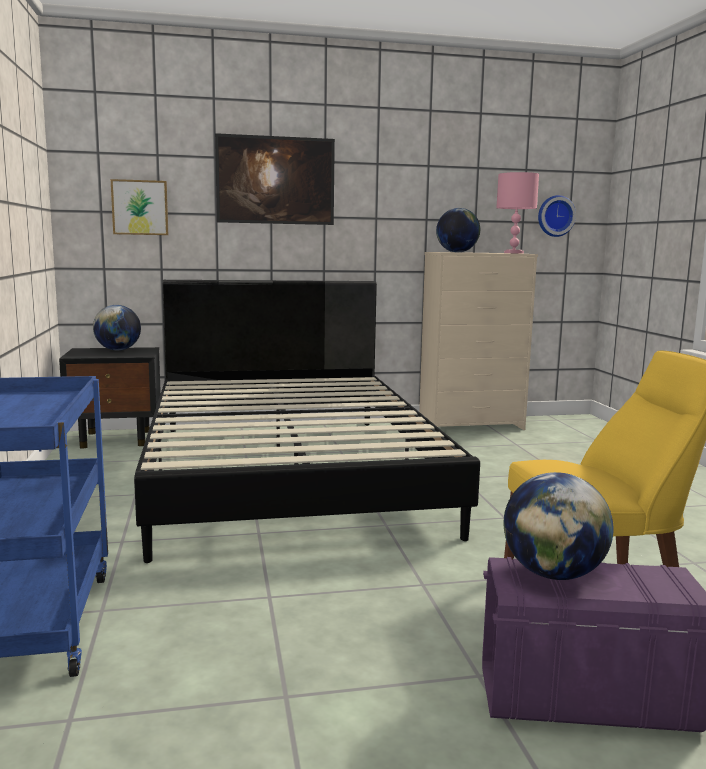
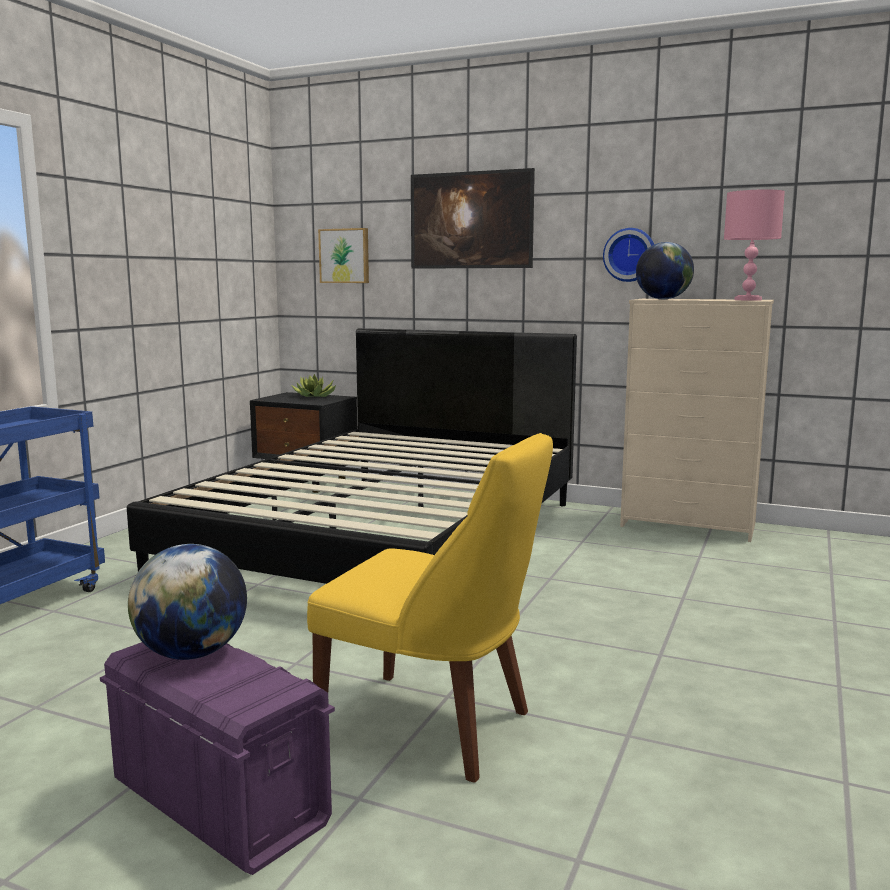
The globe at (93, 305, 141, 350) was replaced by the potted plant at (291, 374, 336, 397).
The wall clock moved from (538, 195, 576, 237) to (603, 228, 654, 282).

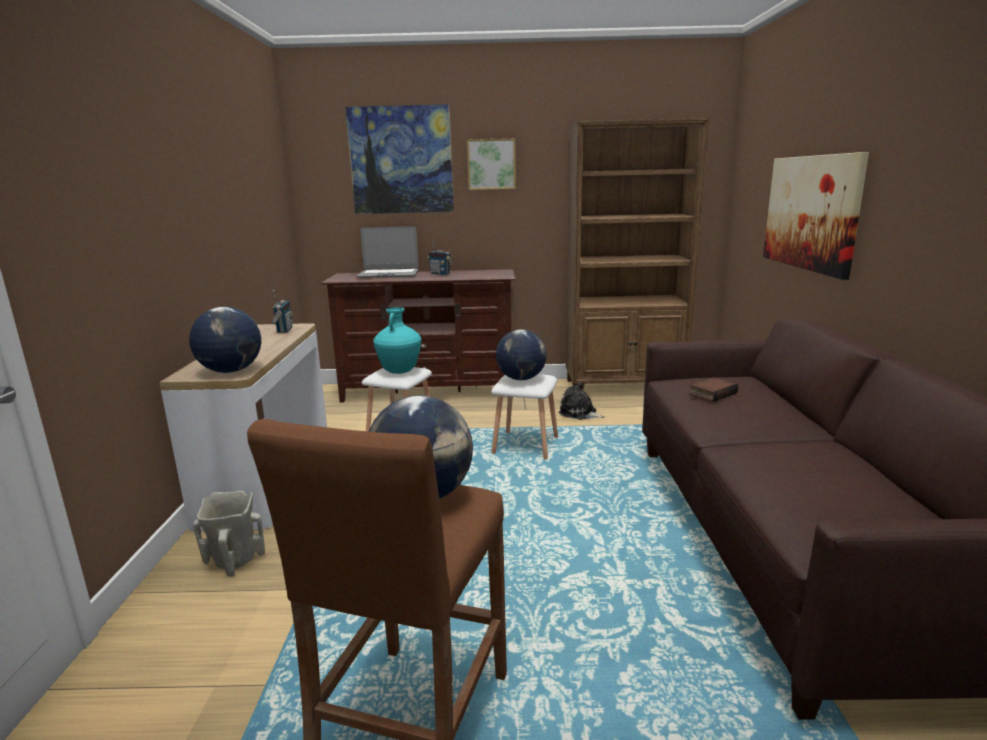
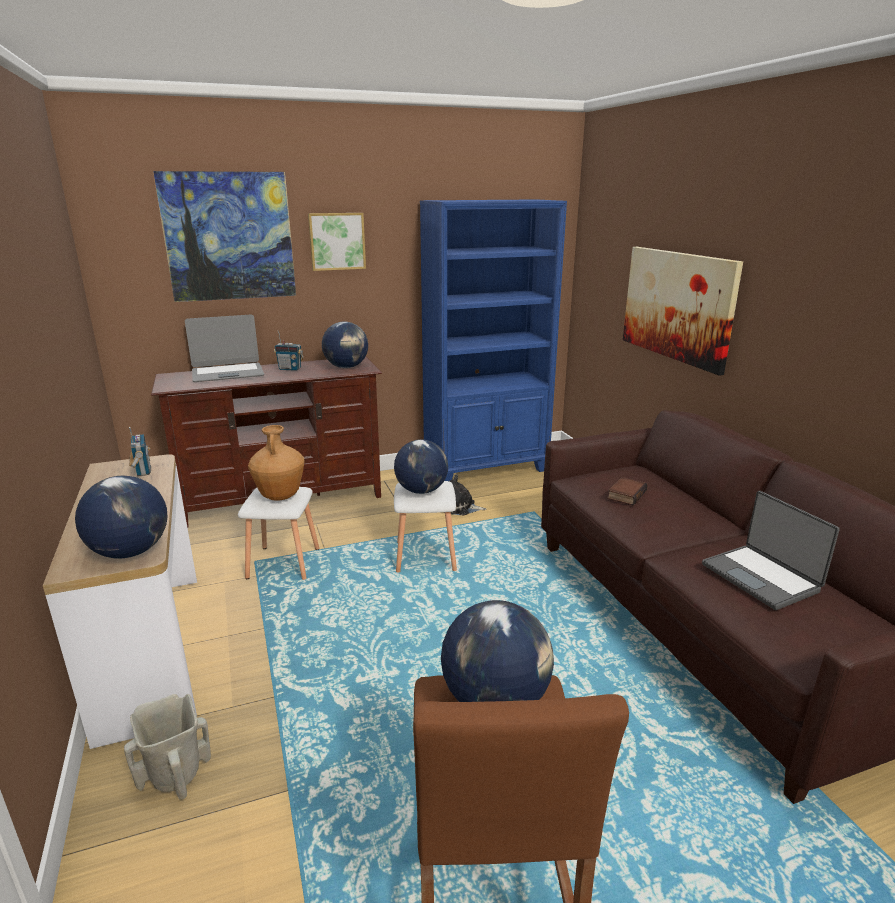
The turquoise vase at (373, 307, 422, 374) became the brown vase at (248, 425, 304, 501).
The brown bookcase at (566, 118, 709, 390) became the blue bookcase at (420, 199, 567, 481).
The globe at (322, 321, 368, 368) appeared.
The laptop at (702, 491, 839, 610) appeared.

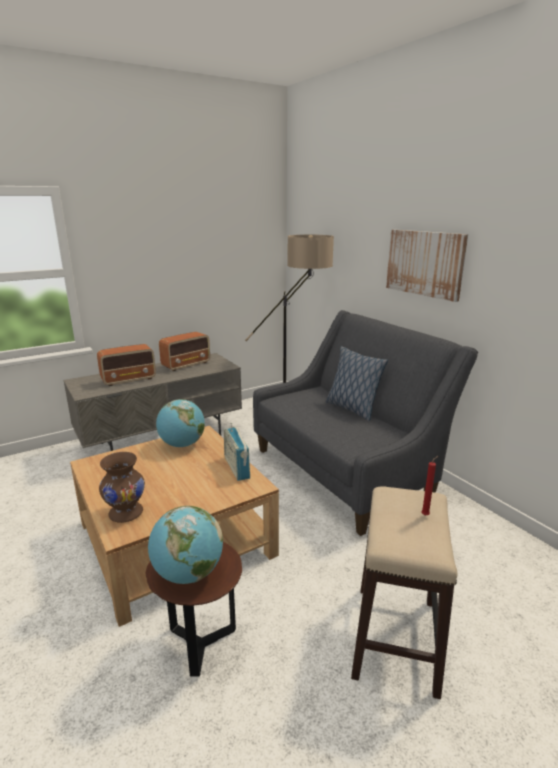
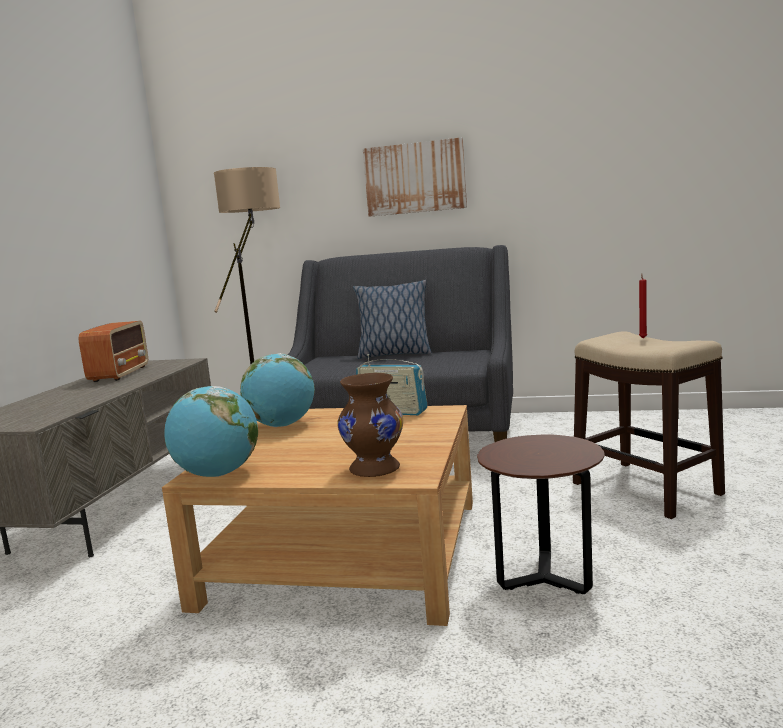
The radio at (97, 344, 156, 386) disappeared.
The globe moved from (148, 506, 223, 584) to (164, 386, 258, 477).

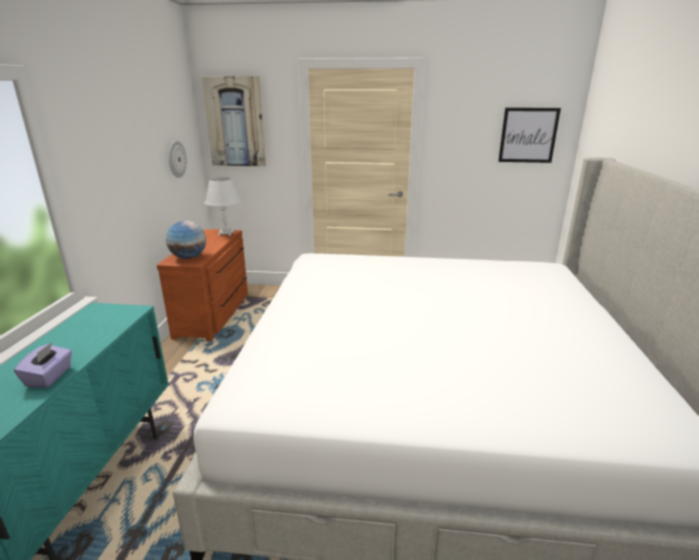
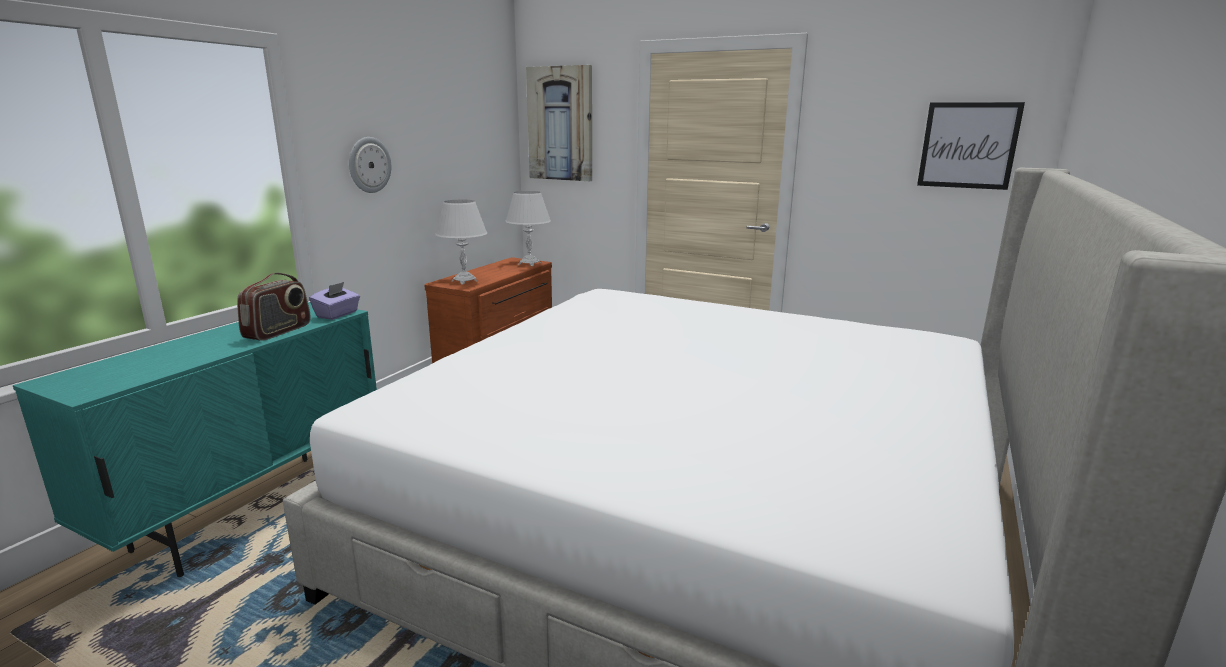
The purple tissue box moved from (14, 342, 72, 388) to (309, 282, 360, 320).
The globe at (166, 220, 206, 259) was replaced by the white table lamp at (435, 200, 487, 284).
The wall clock moved from (169, 141, 187, 178) to (349, 137, 391, 193).
The radio at (237, 273, 311, 341) appeared.

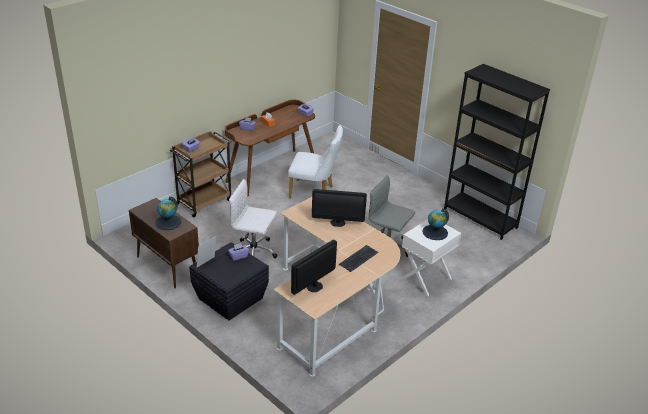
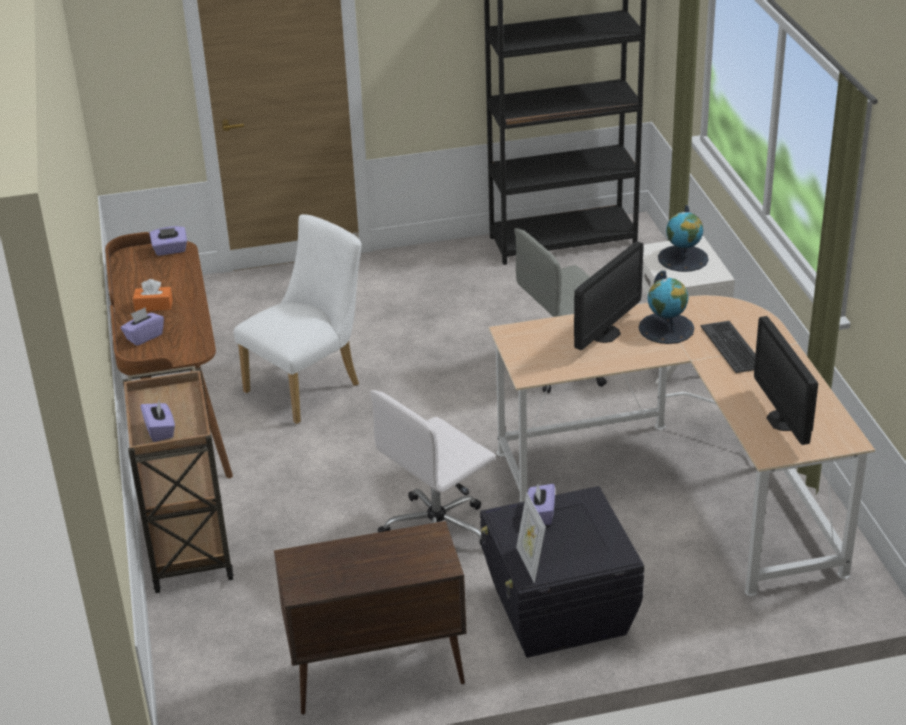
The globe moved from (155, 197, 181, 230) to (639, 271, 695, 344).

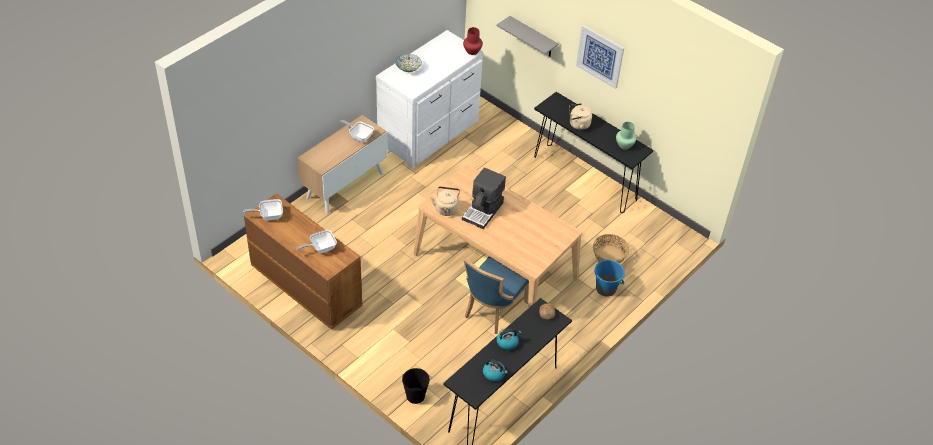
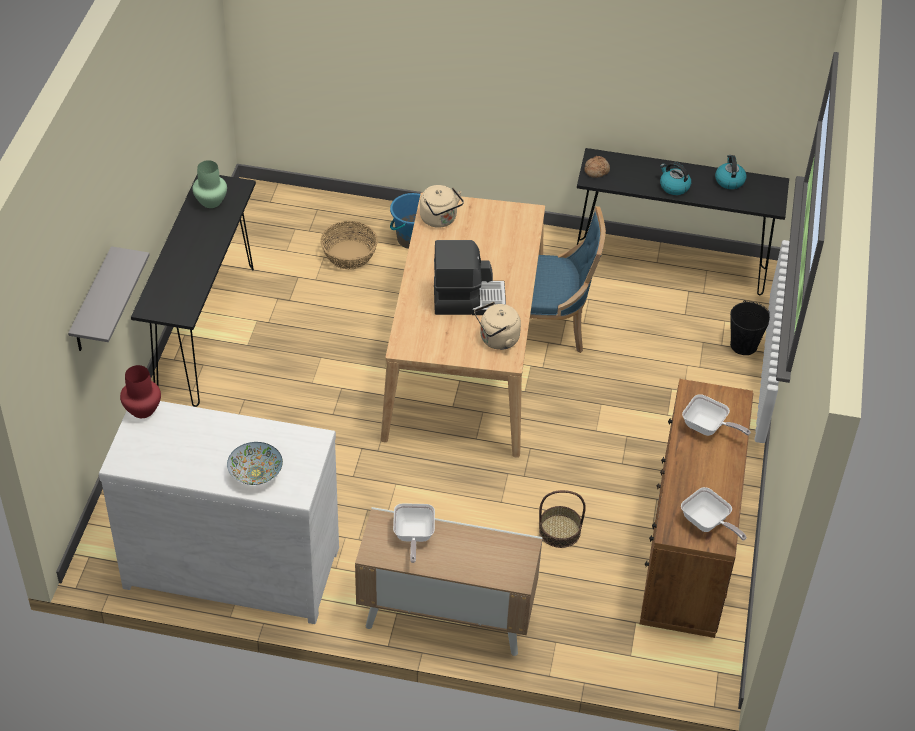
The beige kettle moved from (569, 103, 592, 130) to (420, 185, 464, 228).
The picture at (576, 25, 624, 89) disappeared.
The basket at (539, 490, 586, 548) appeared.

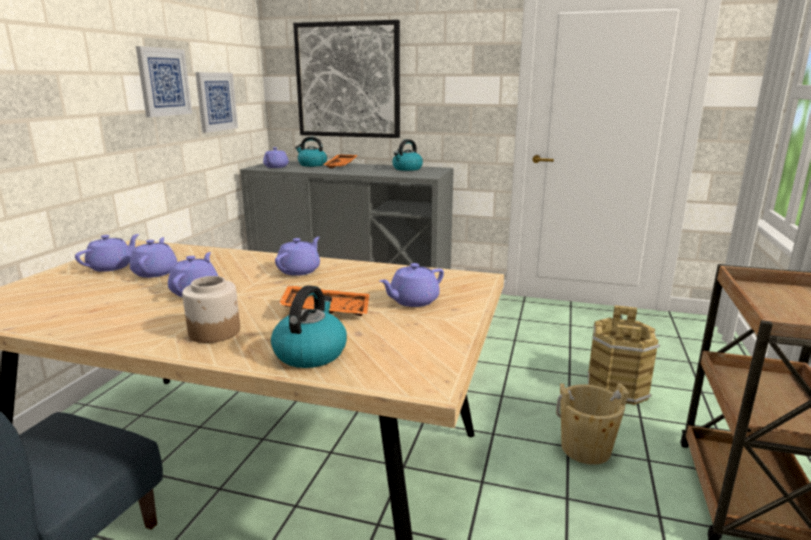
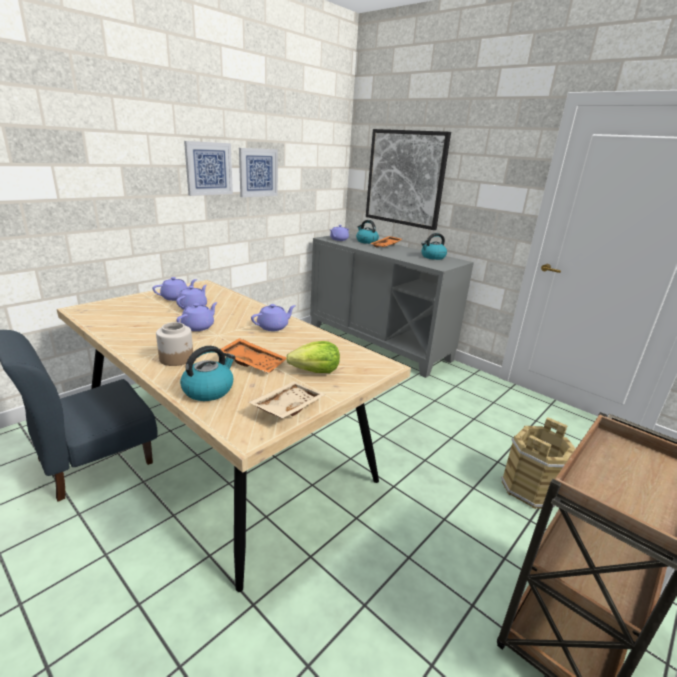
The picture moved from (195, 72, 238, 133) to (184, 141, 233, 196).
The purple teapot at (379, 263, 444, 307) was replaced by the lettuce at (286, 341, 340, 373).
The beige bucket at (556, 383, 629, 465) disappeared.
The beige tray at (249, 381, 325, 418) appeared.

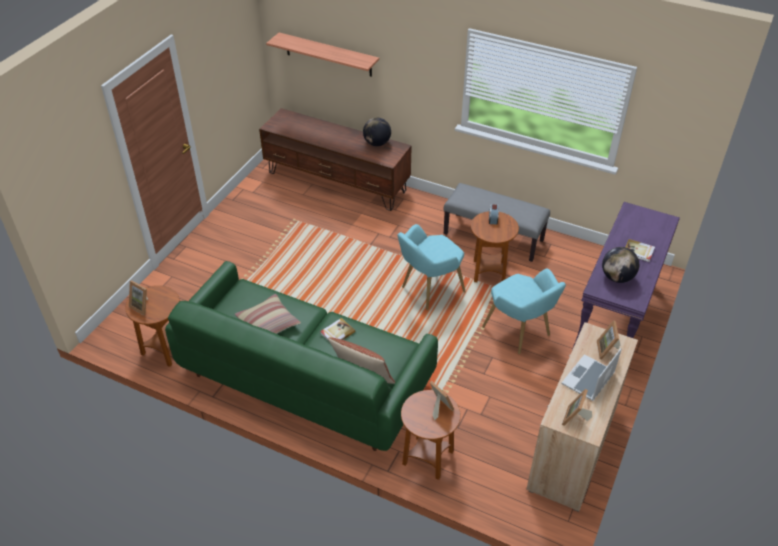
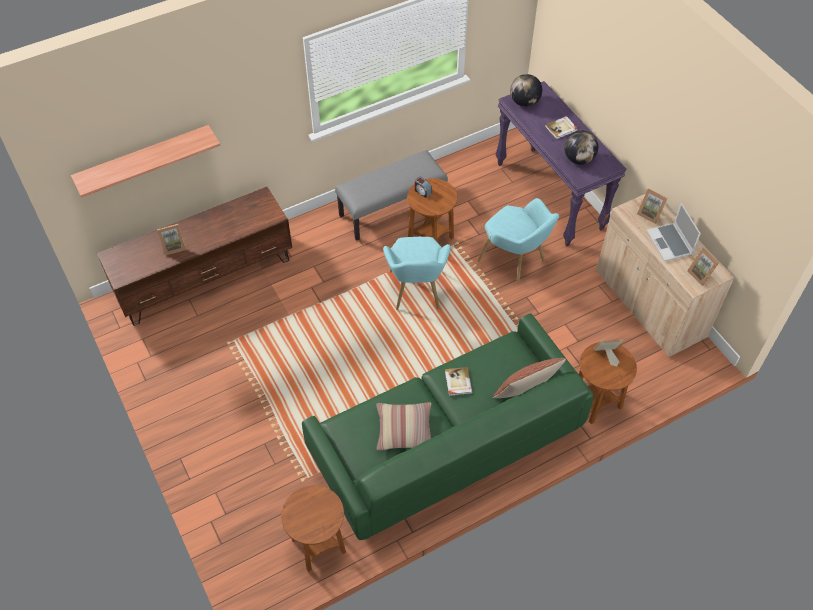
The picture frame moved from (129, 280, 148, 315) to (157, 224, 186, 256).
The globe moved from (363, 118, 391, 146) to (510, 74, 542, 107).
The turquoise armchair at (482, 269, 566, 354) turned 45 degrees clockwise.

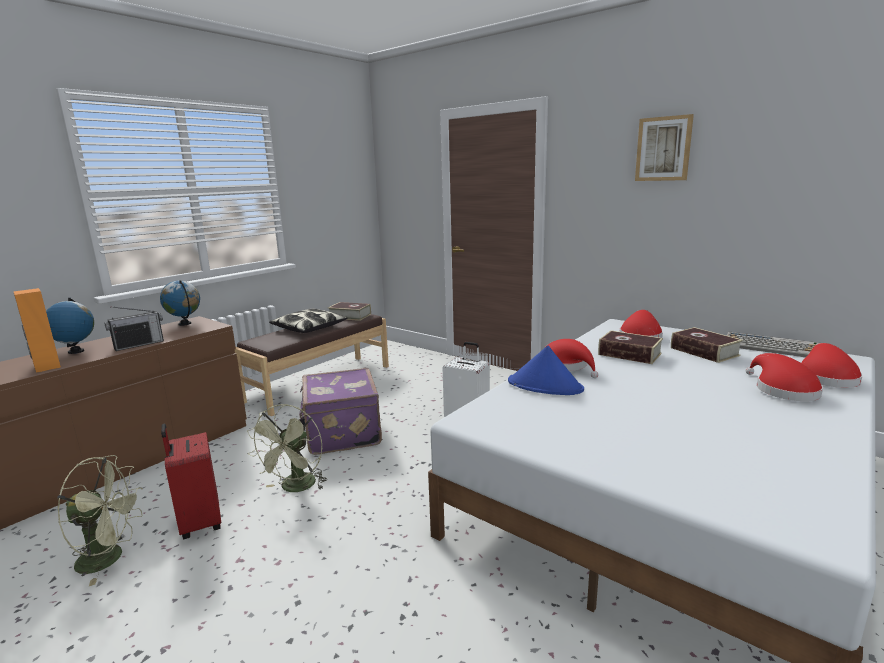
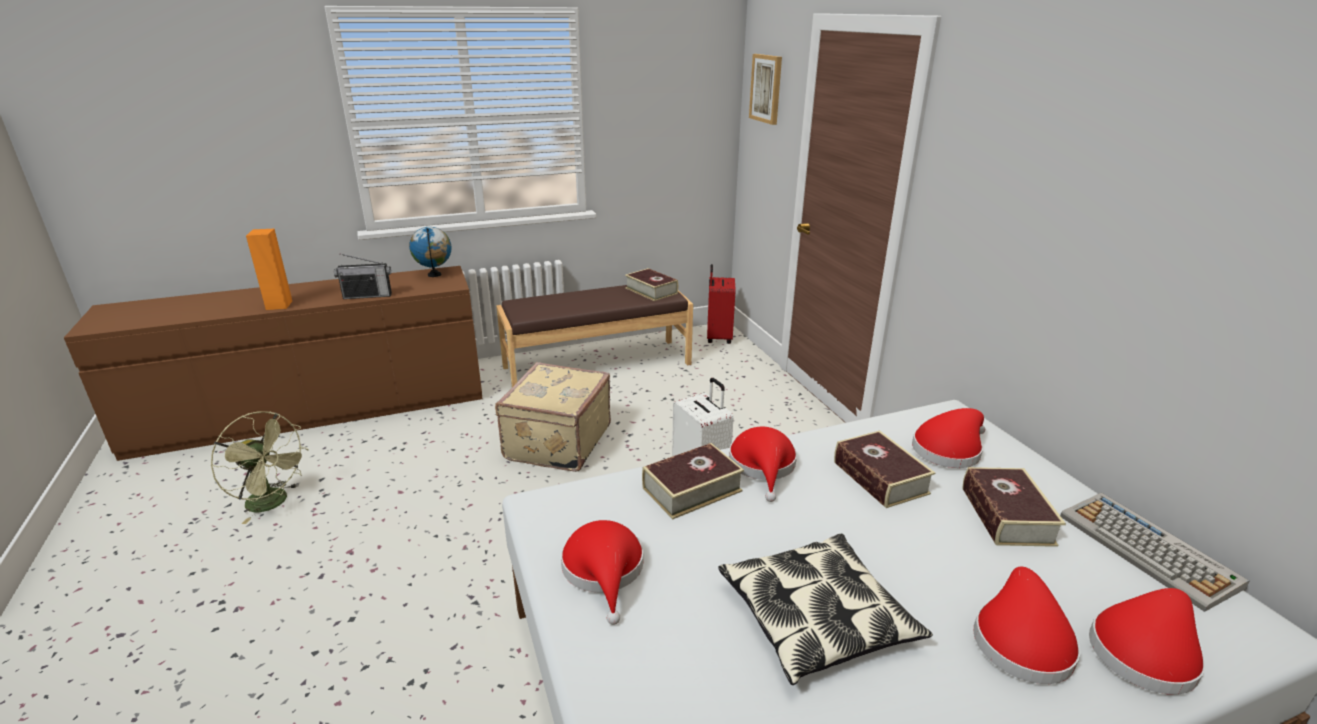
The globe at (46, 298, 94, 354) disappeared.
The red suitcase moved from (161, 424, 221, 539) to (707, 264, 736, 344).
The green fan at (247, 404, 328, 492) disappeared.
The pillow moved from (269, 309, 347, 333) to (718, 534, 933, 685).
The purple suitcase at (299, 368, 382, 455) became the beige suitcase at (495, 362, 611, 472).
The blue hat at (508, 345, 584, 395) was replaced by the book at (642, 443, 744, 519).
The picture moved from (635, 114, 694, 181) to (749, 54, 782, 125).
The red hat at (561, 520, 643, 625) appeared.

